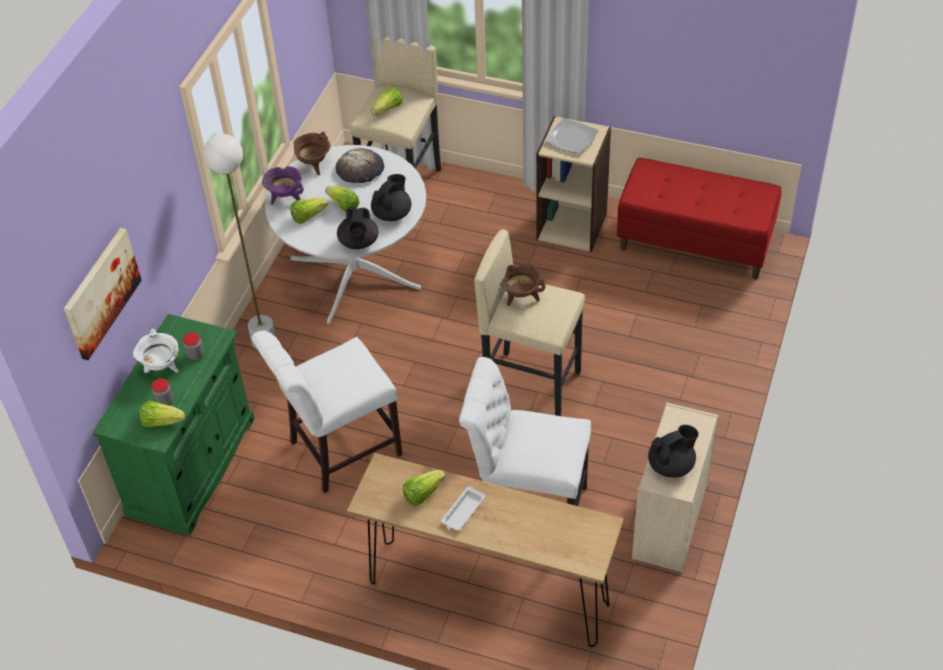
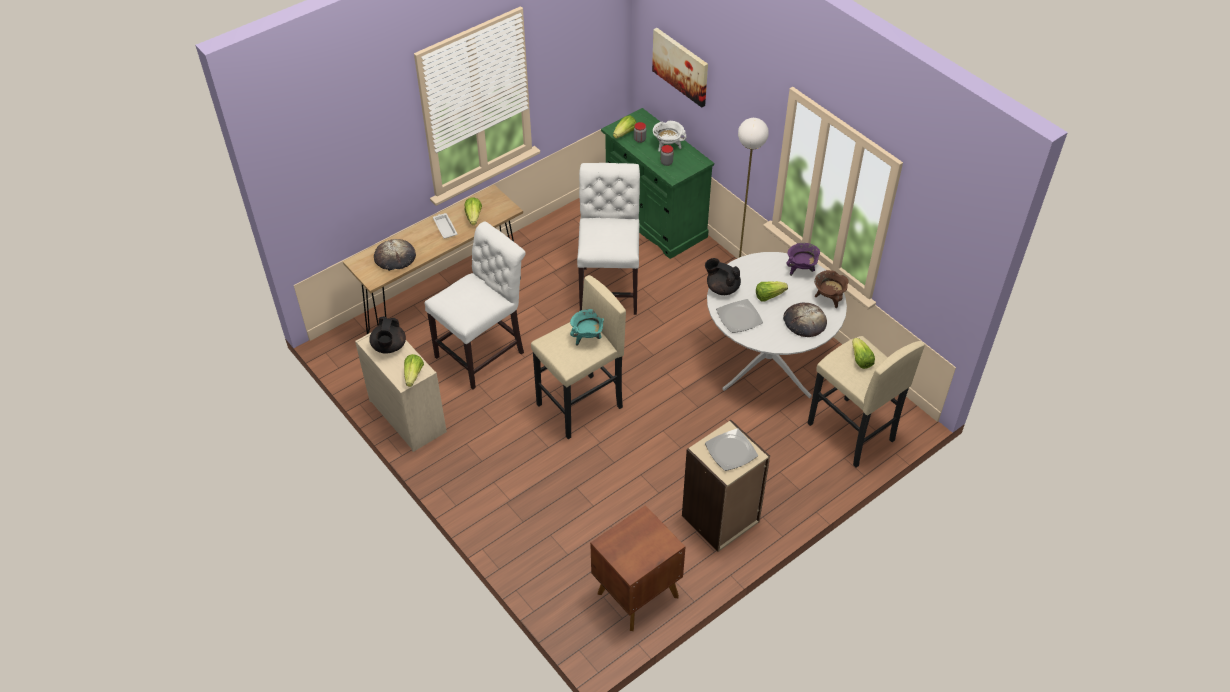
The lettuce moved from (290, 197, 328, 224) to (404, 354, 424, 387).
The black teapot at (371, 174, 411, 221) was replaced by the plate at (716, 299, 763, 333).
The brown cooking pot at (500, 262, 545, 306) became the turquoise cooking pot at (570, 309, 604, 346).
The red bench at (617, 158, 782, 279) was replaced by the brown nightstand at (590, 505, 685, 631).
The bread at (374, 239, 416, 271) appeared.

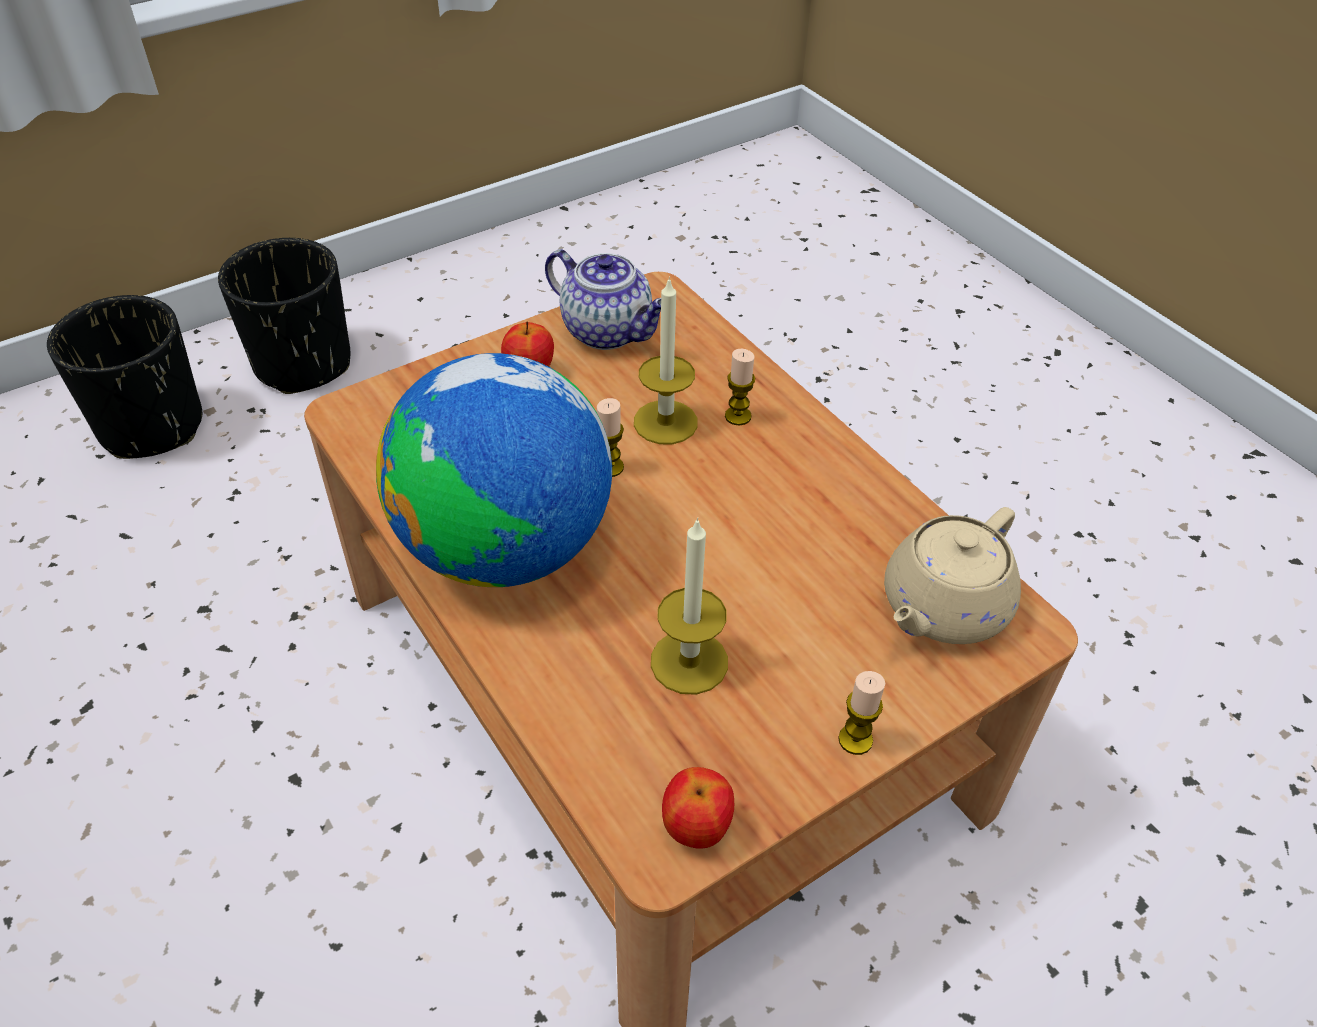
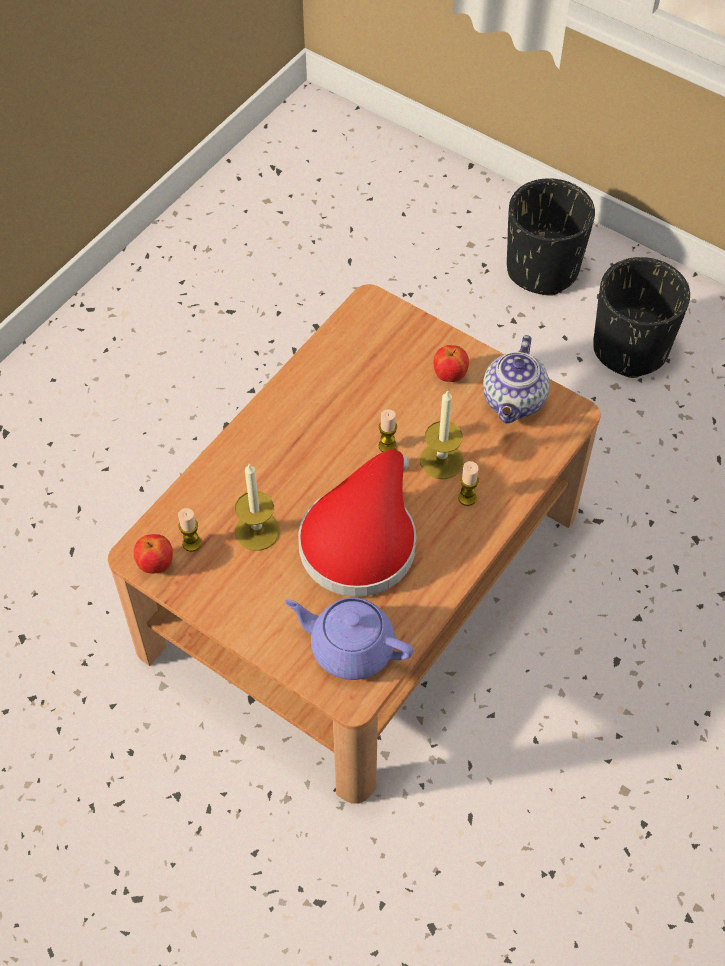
The black planter moved from (47, 295, 202, 459) to (593, 257, 690, 378).
The globe at (376, 353, 612, 587) disappeared.
The candle moved from (838, 671, 885, 755) to (178, 508, 201, 552).
The beige teapot at (884, 507, 1021, 644) became the purple teapot at (285, 597, 413, 680).
The red hat at (298, 450, 416, 597) appeared.

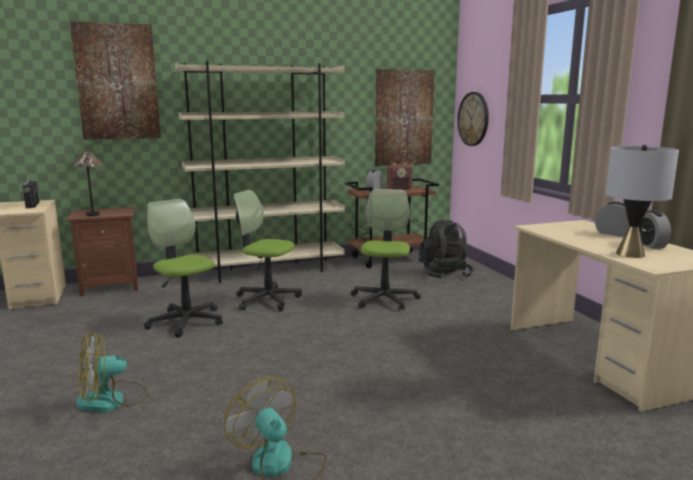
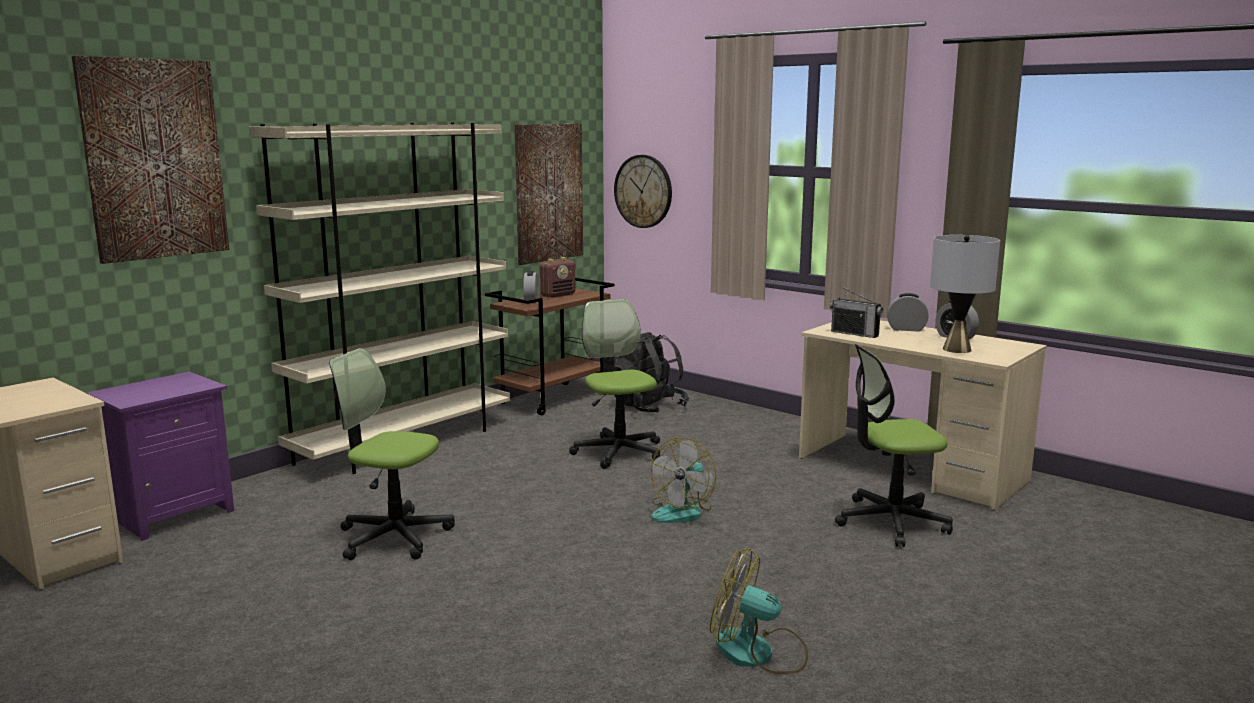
The radio moved from (22, 172, 39, 208) to (830, 286, 883, 338).
The brown nightstand at (67, 207, 138, 296) became the purple nightstand at (86, 372, 234, 541).
The table lamp at (71, 152, 103, 216) disappeared.
The fan moved from (76, 332, 149, 412) to (651, 437, 717, 523).
The office chair moved from (233, 190, 302, 311) to (835, 344, 953, 547).

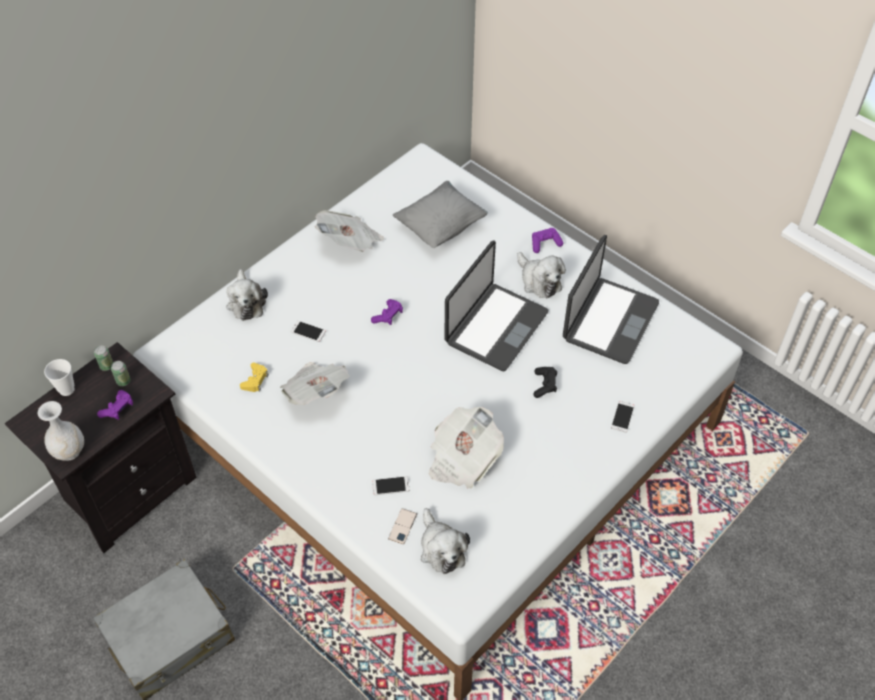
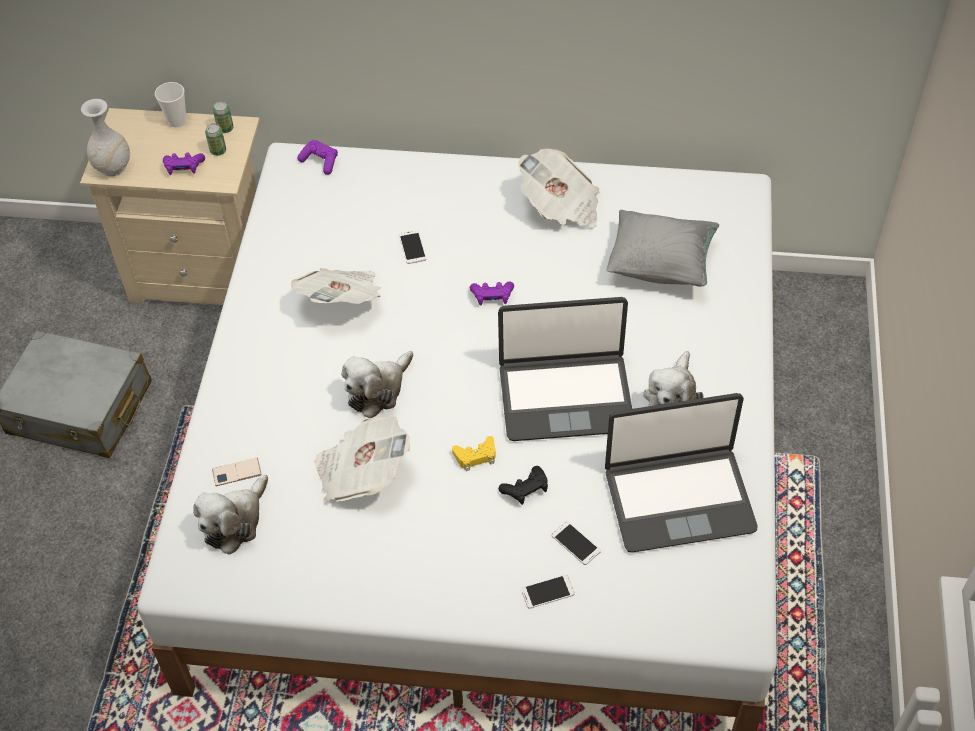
The black nightstand at (5, 342, 197, 553) became the beige nightstand at (80, 108, 260, 305).
The plush toy moved from (226, 269, 268, 321) to (342, 351, 413, 418).
The yellow game controller moved from (240, 363, 269, 392) to (452, 436, 496, 471).
The phone moved from (372, 476, 409, 495) to (552, 521, 601, 565).
The purple game controller moved from (532, 228, 563, 253) to (297, 140, 338, 175).

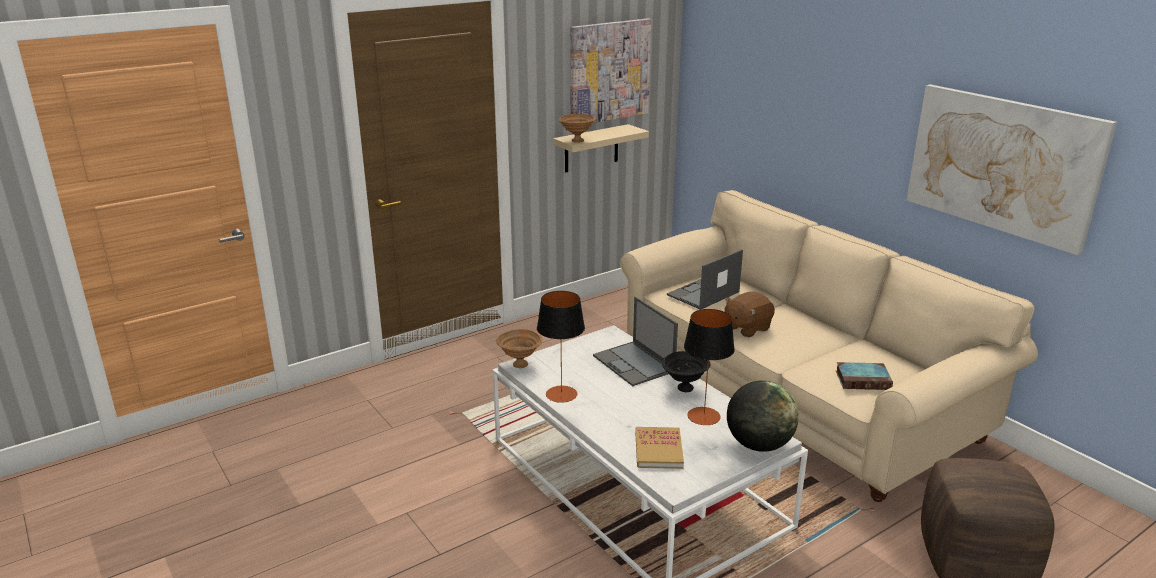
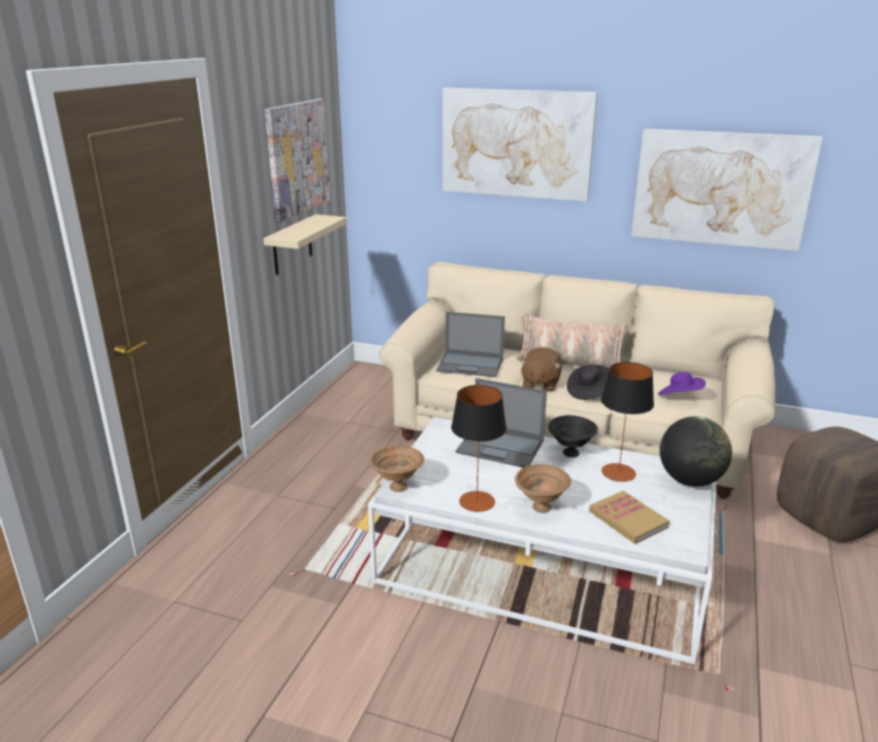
The brown bowl moved from (558, 114, 596, 143) to (515, 464, 571, 513).
The laptop at (667, 249, 743, 310) turned 90 degrees counterclockwise.
The book at (836, 362, 893, 390) was replaced by the purple hat at (658, 372, 706, 395).
The picture at (443, 88, 597, 201) appeared.
The pillow at (516, 314, 628, 369) appeared.
The black hat at (567, 365, 609, 400) appeared.

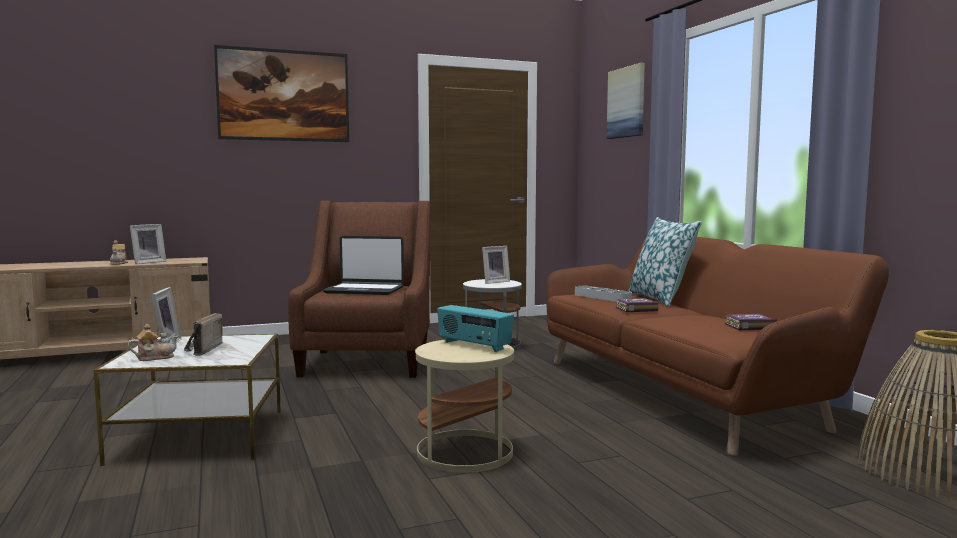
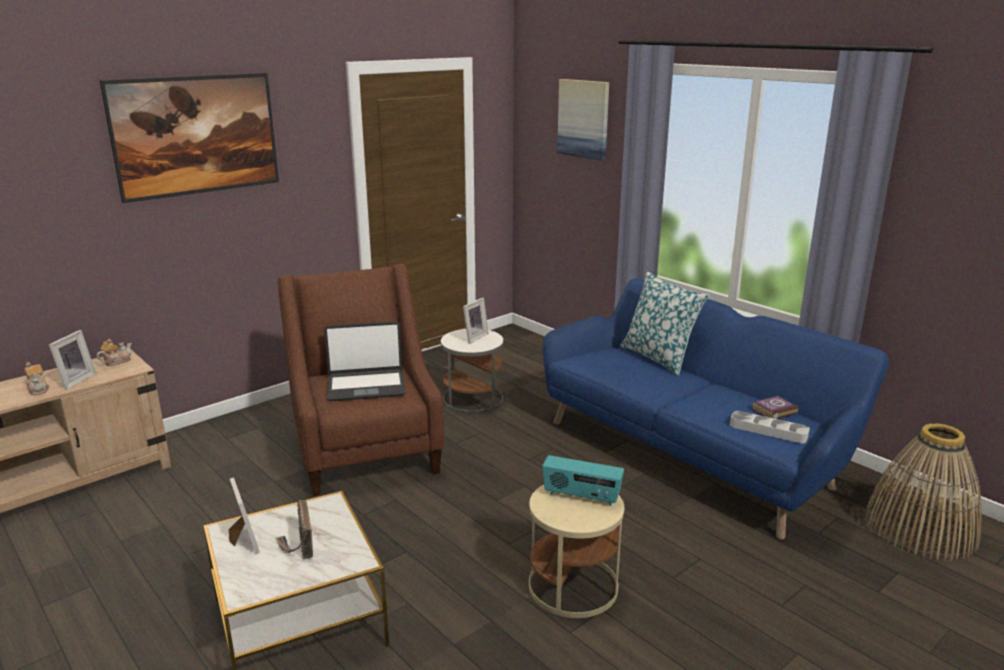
The teapot moved from (128, 324, 179, 361) to (96, 339, 132, 366).
The brown sofa at (546, 237, 889, 456) became the blue sofa at (542, 278, 889, 540).
The grey tray moved from (575, 286, 632, 302) to (730, 411, 810, 443).
The book at (616, 298, 659, 312) disappeared.

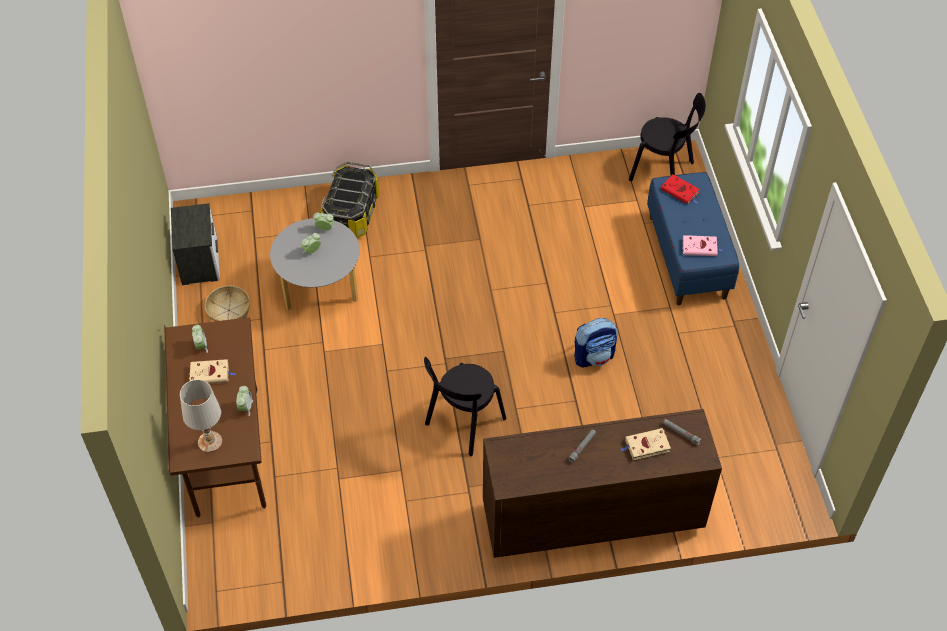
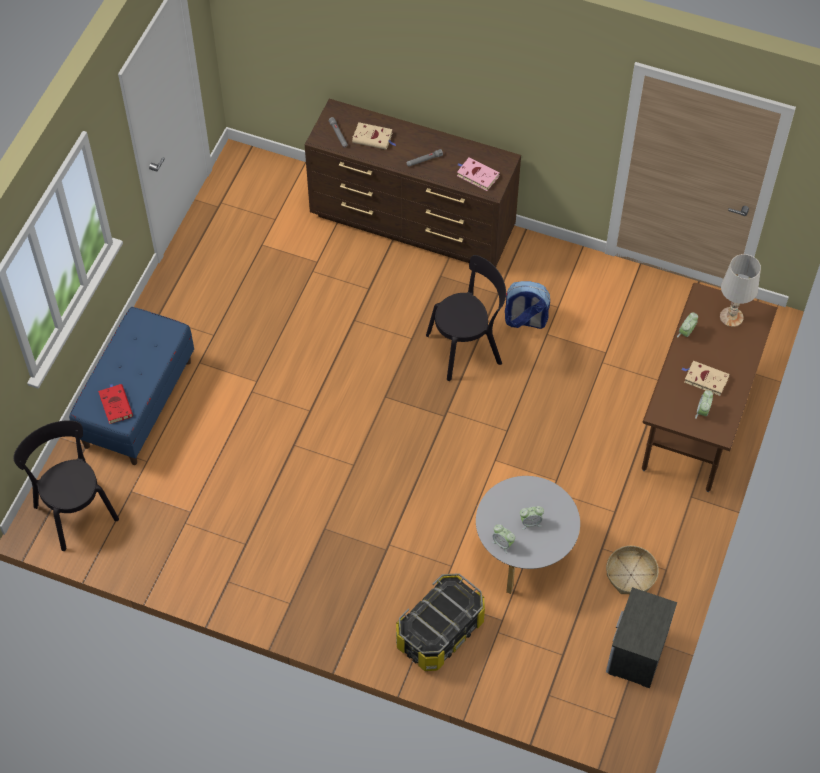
The backpack moved from (574, 318, 618, 367) to (505, 281, 550, 329).
The pink book moved from (683, 235, 723, 256) to (457, 158, 500, 191).

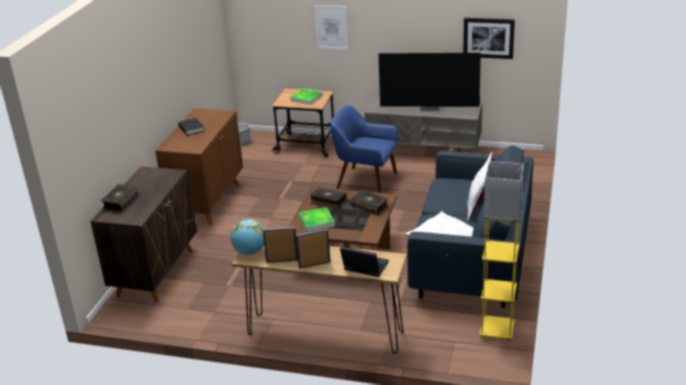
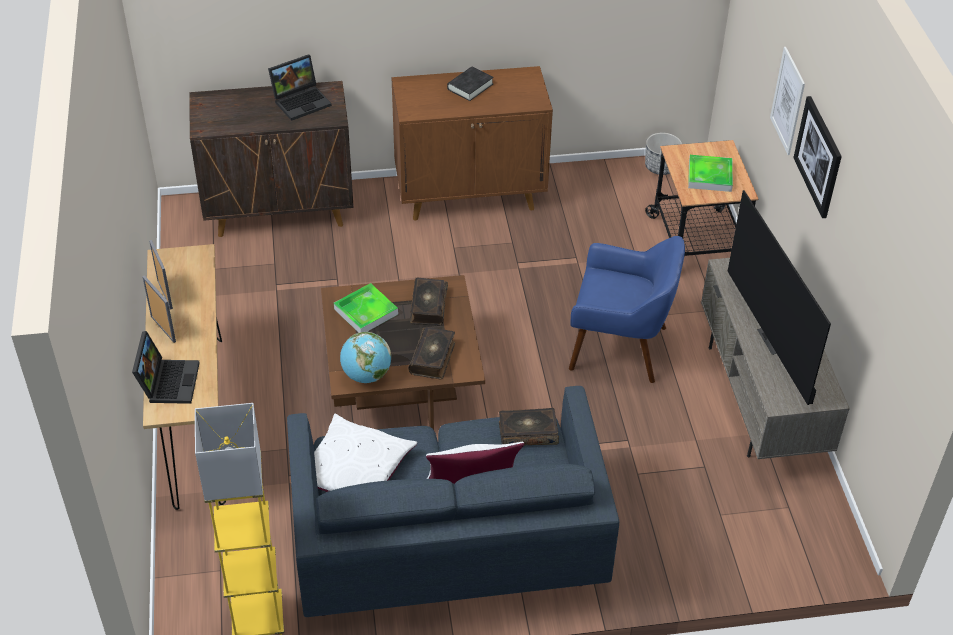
The book moved from (101, 184, 139, 212) to (499, 408, 559, 445).
The globe moved from (231, 219, 264, 255) to (340, 332, 391, 383).
The blue armchair at (331, 105, 398, 193) turned 105 degrees clockwise.
The picture moved from (463, 18, 515, 59) to (793, 96, 842, 218).
The laptop at (268, 54, 332, 121) appeared.

